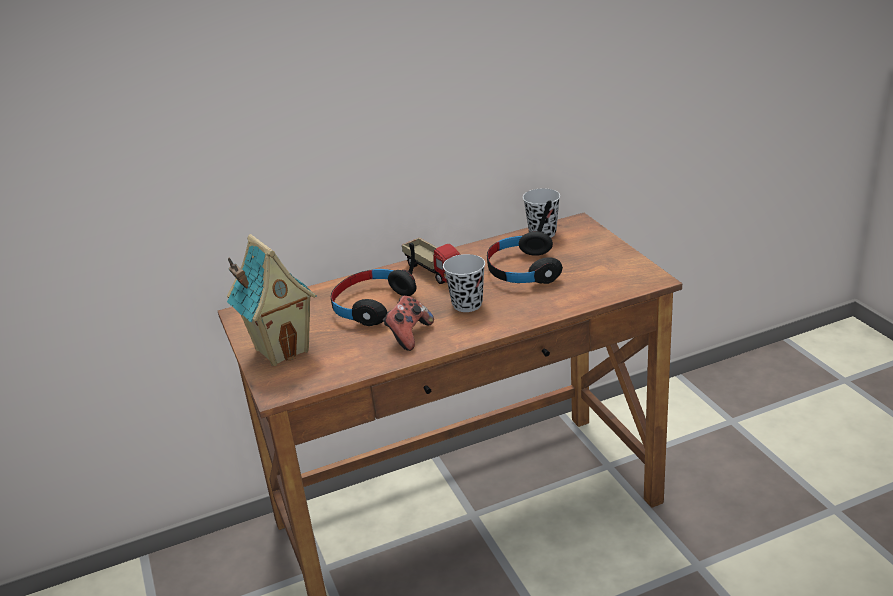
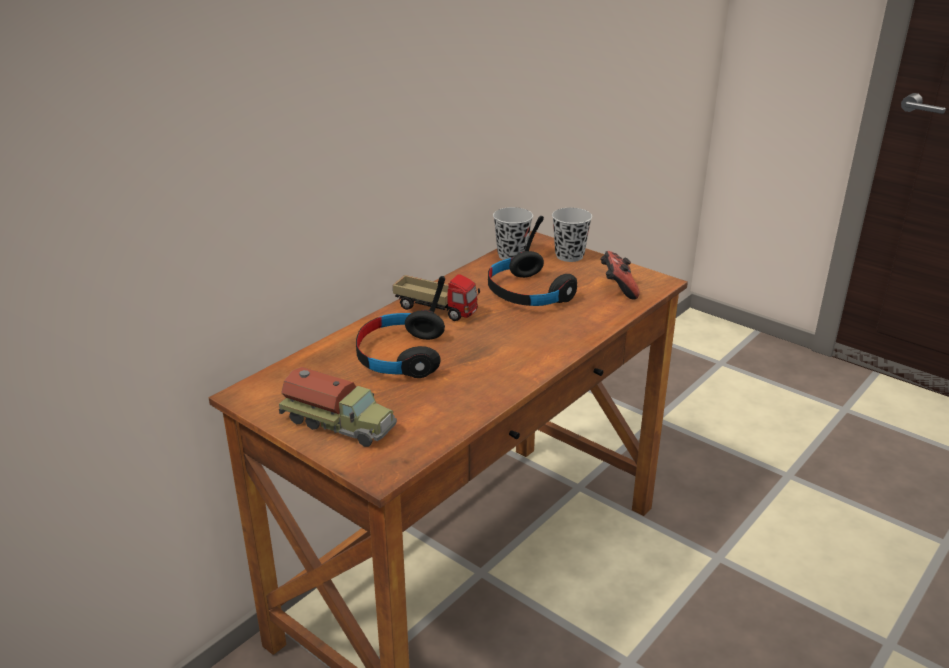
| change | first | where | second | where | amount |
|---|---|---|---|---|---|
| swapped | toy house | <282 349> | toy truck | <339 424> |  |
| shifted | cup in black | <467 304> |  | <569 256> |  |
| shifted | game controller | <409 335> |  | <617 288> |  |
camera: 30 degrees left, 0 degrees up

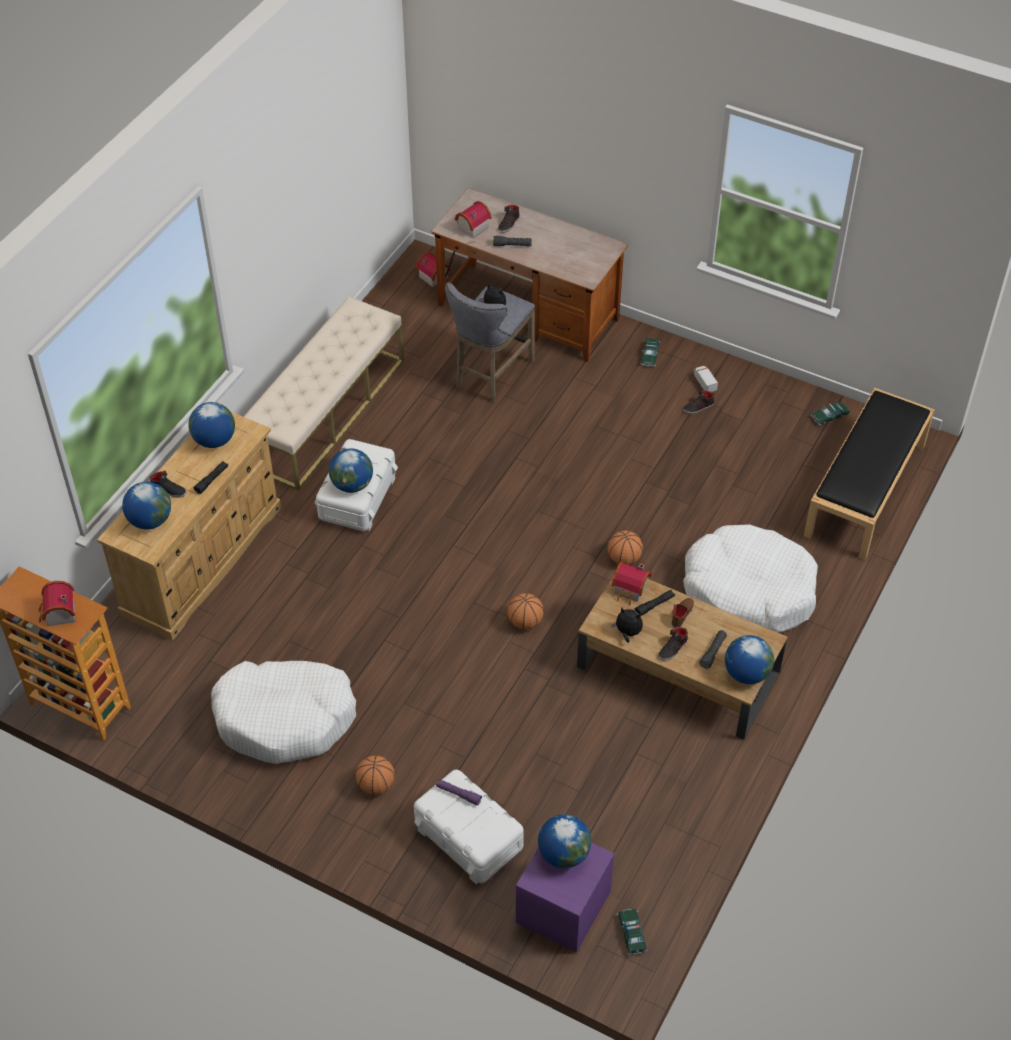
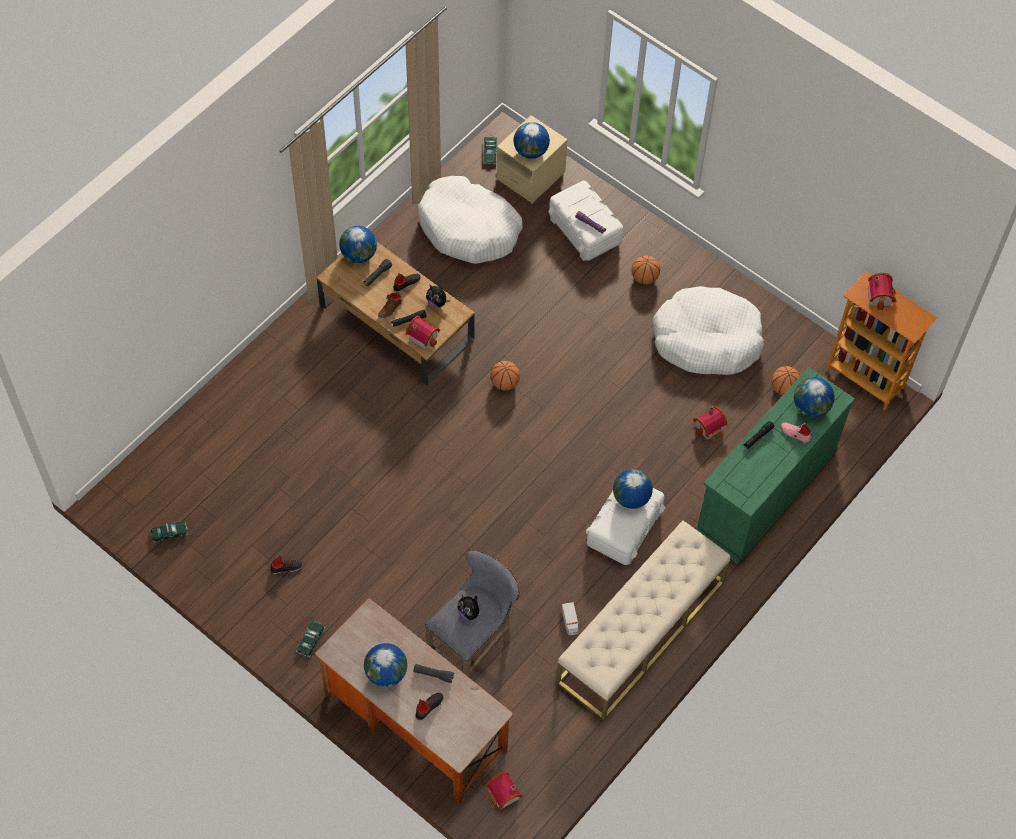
| change | first | where | second | where | amount |
|---|---|---|---|---|---|
| shifted | globe | <214 440> |  | <386 673> |  |
| shifted | dog bed in white | <748 590> |  | <469 228> |  |
| repainted | nightstand in purple | <563 907> | nightstand in beige | <531 176> |  |
| shifted | toy truck | <704 383> |  | <570 622> |  |
| shifted | toy house | <471 227> |  | <710 429> |  |
| repainted | dresser in beige | <203 559> | dresser in green | <765 491> |  |
| shifted | basketball | <624 559> |  | <784 388> |  |
| repainted | shoe in black | <169 490> | shoe in pink | <795 434> |  |
| gone | bench in black | <865 491> |  |  |  |
camera: 170 degrees left, 10 degrees up

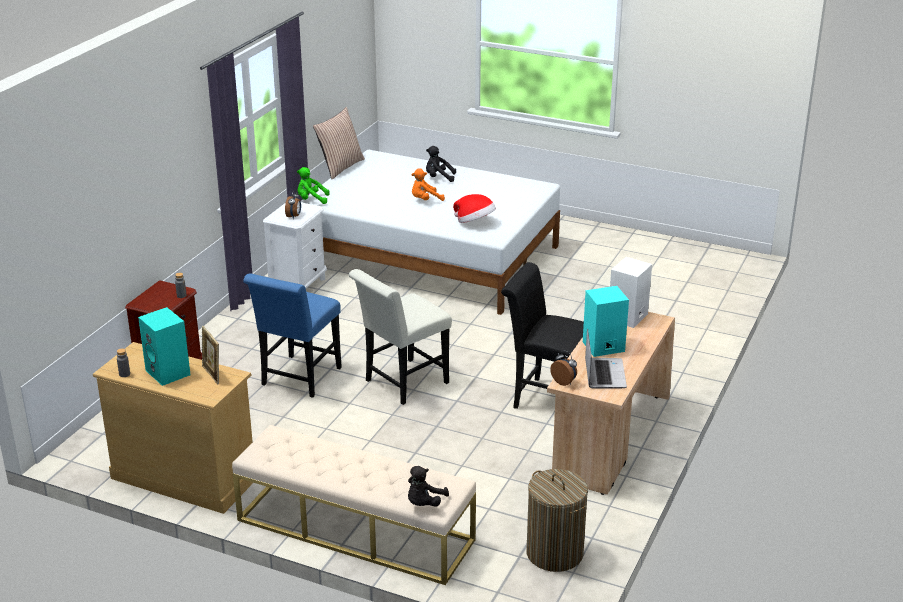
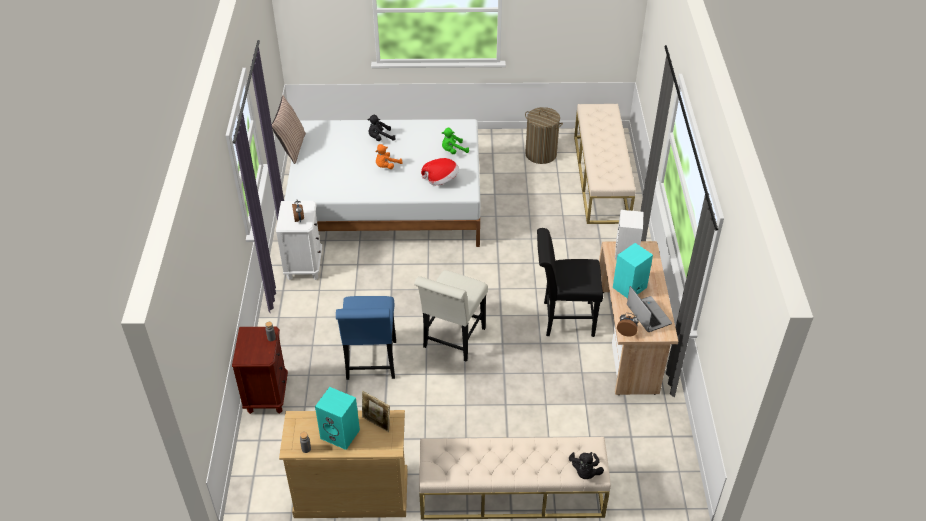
| change | first | where | second | where | amount |
|---|---|---|---|---|---|
| shifted | plush toy in green | <311 200> |  | <453 151> |  |
| shifted | laundry basket | <554 553> |  | <541 154> |  |
| new |  |  | bench in beige | <601 178> |  |
camera: 25 degrees left, 15 degrees up

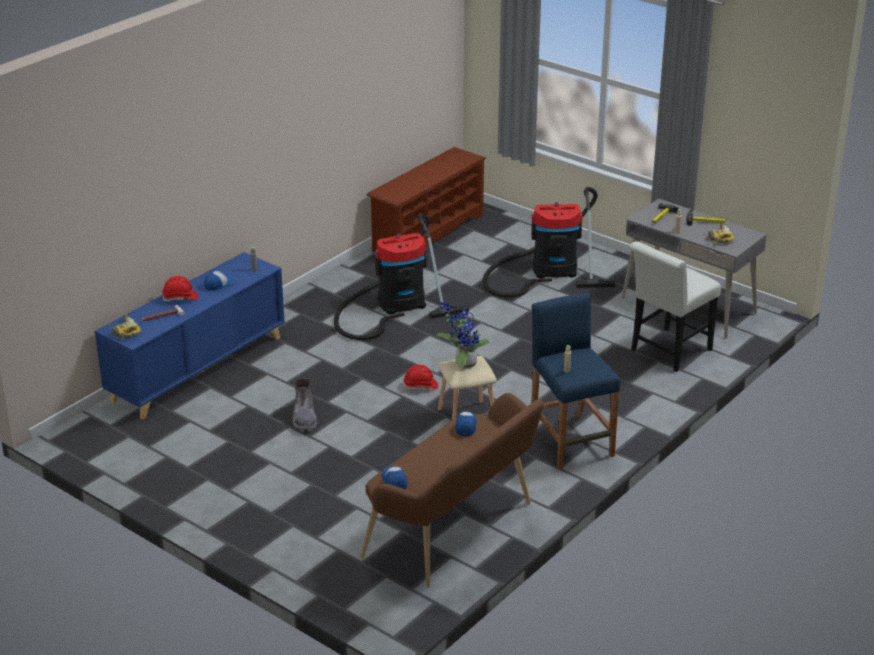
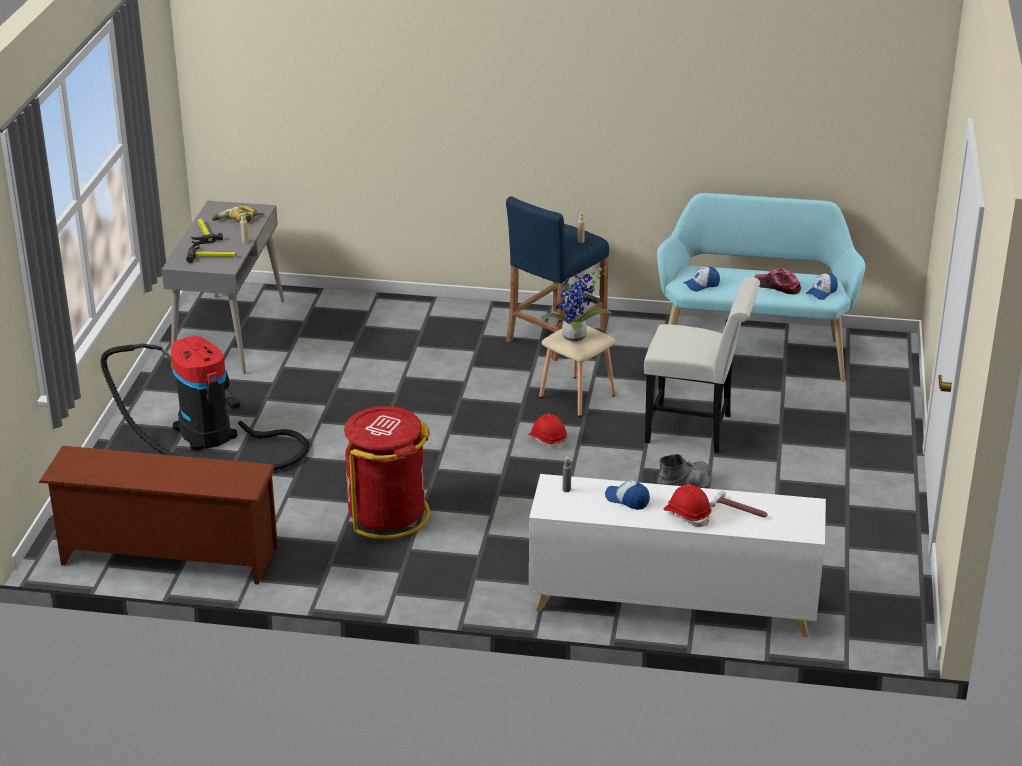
| change | first | where | second | where | amount |
|---|---|---|---|---|---|
| swapped | vacuum cleaner | <396 305> | trash can in red | <388 514> |  |
| repainted | cabinet in blue | <198 368> | cabinet in white | <672 603> |  |
| shifted | chair in white | <667 352> |  | <696 430> |  |
| repainted | bench in brown | <456 532> | bench in turquoise | <753 350> |  |
| new |  |  | cap | <777 286> |  |
| gone | power drill | <123 331> |  |  |  |
camera: 120 degrees left, 0 degrees up

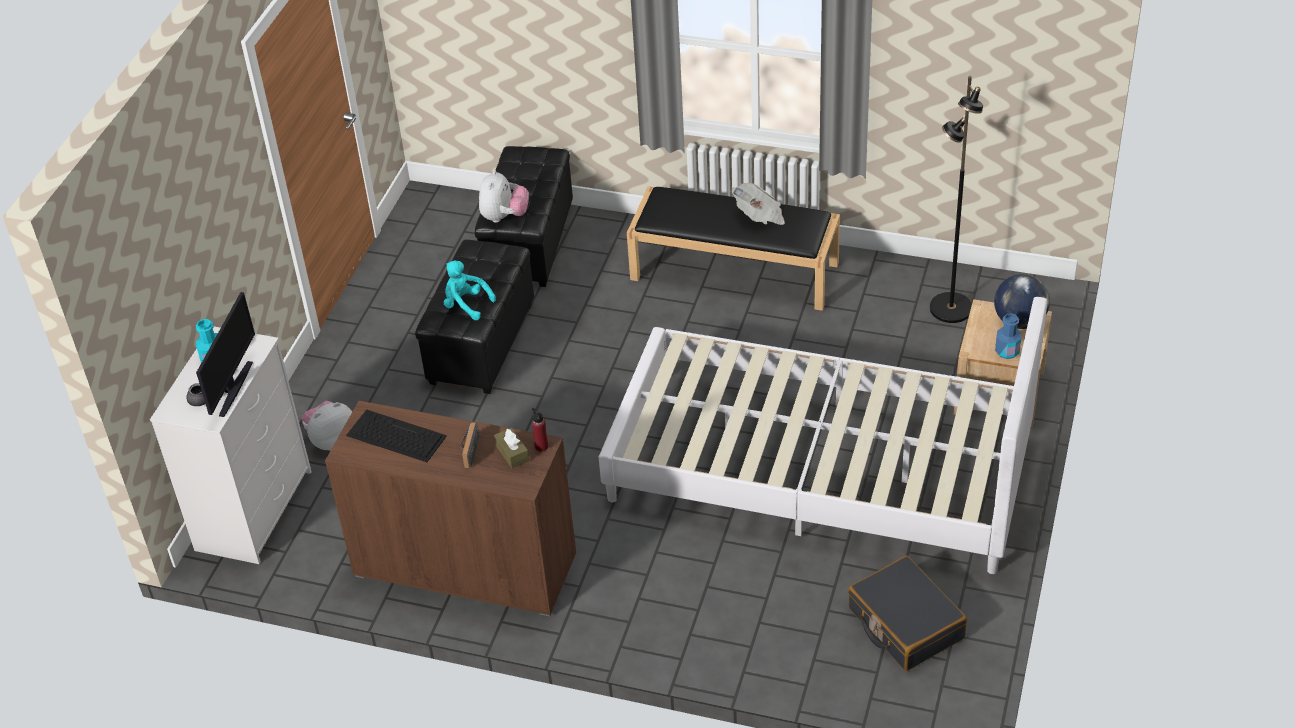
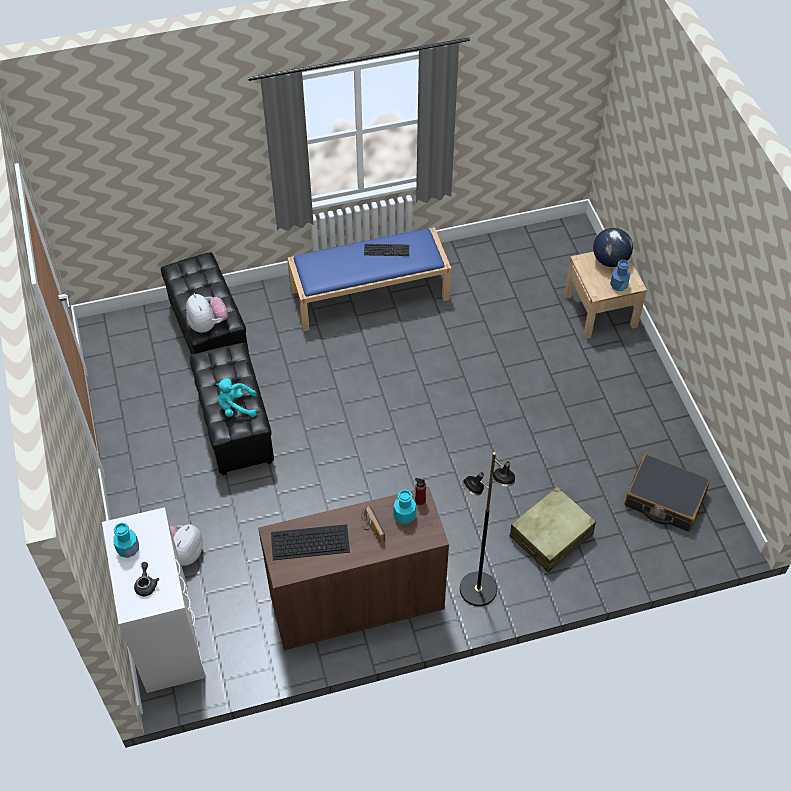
| change | first | where | second | where | amount |
|---|---|---|---|---|---|
| repainted | bench in black | <736 270> | bench in blue | <370 294> |  |
| swapped | newspaper | <759 216> | keyboard | <386 250> |  |
| swapped | tissue box in brown | <512 453> | bottle in turquoise | <404 515> |  |
| shifted | floor lamp in black | <950 309> |  | <477 590> |  |
| new |  |  | suitcase in beige | <551 535> |  |
| gone | monitor | <233 388> |  |  |  |
| gone | bed in white | <819 471> |  |  |  |
camera: 35 degrees left, 10 degrees up

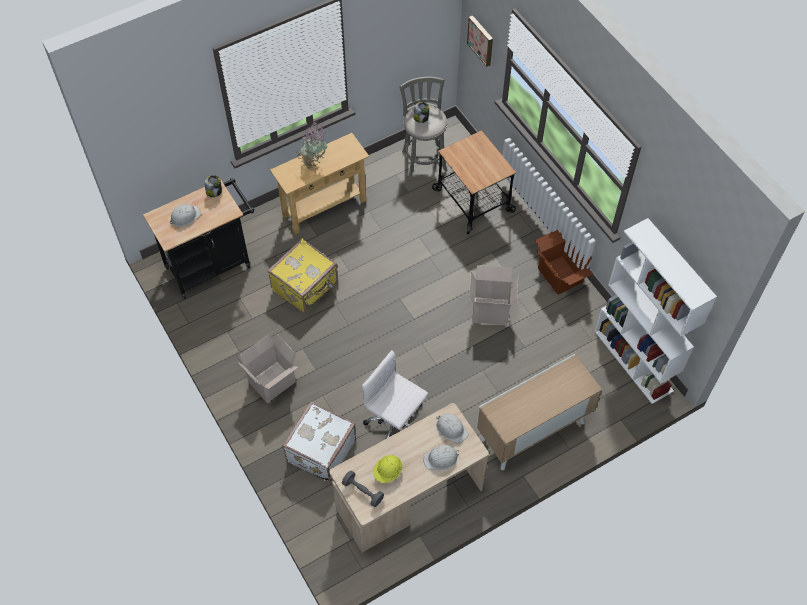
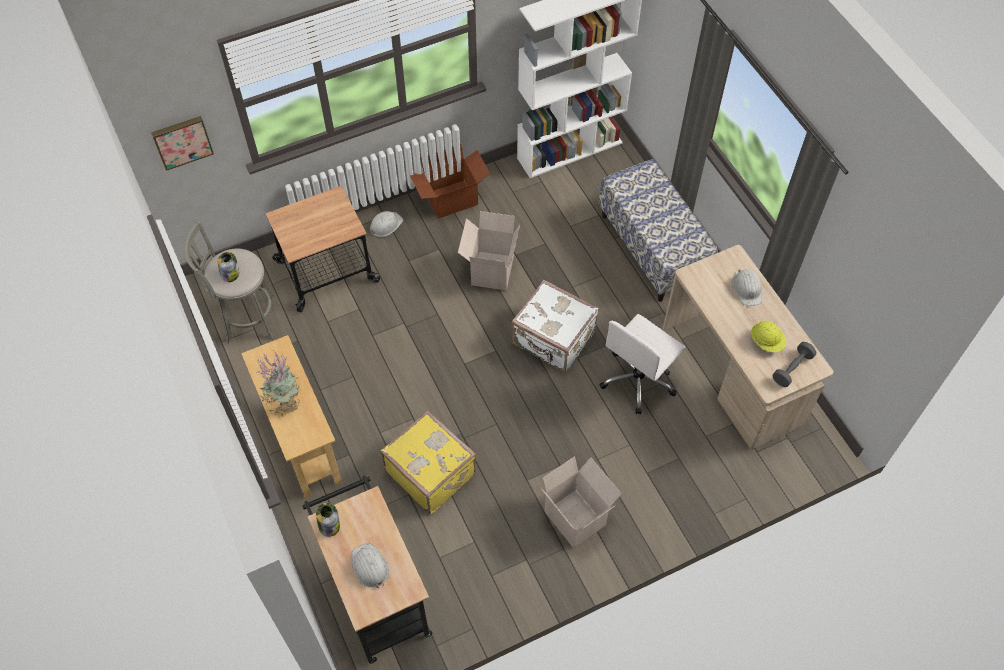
| change | first | where | second | where | amount |
|---|---|---|---|---|---|
| shifted | hard hat in white | <451 428> |  | <385 225> |  |
| shifted | suitcase in white | <320 450> |  | <553 340> |  |
| swapped | cabinet | <533 431> | bench | <652 248> |  |
camera: 85 degrees left, 0 degrees up

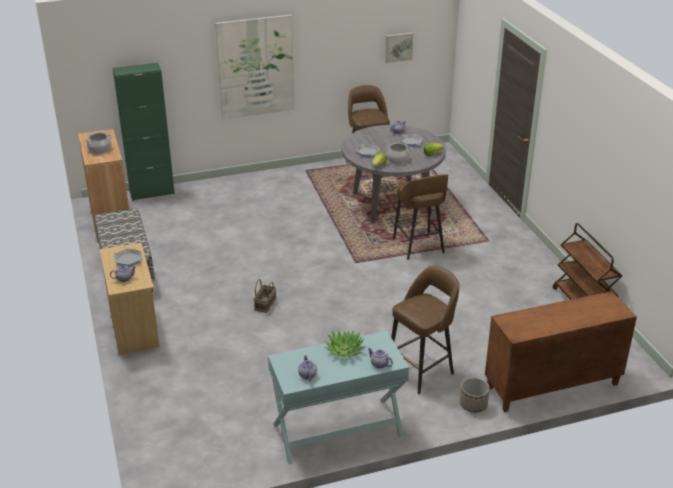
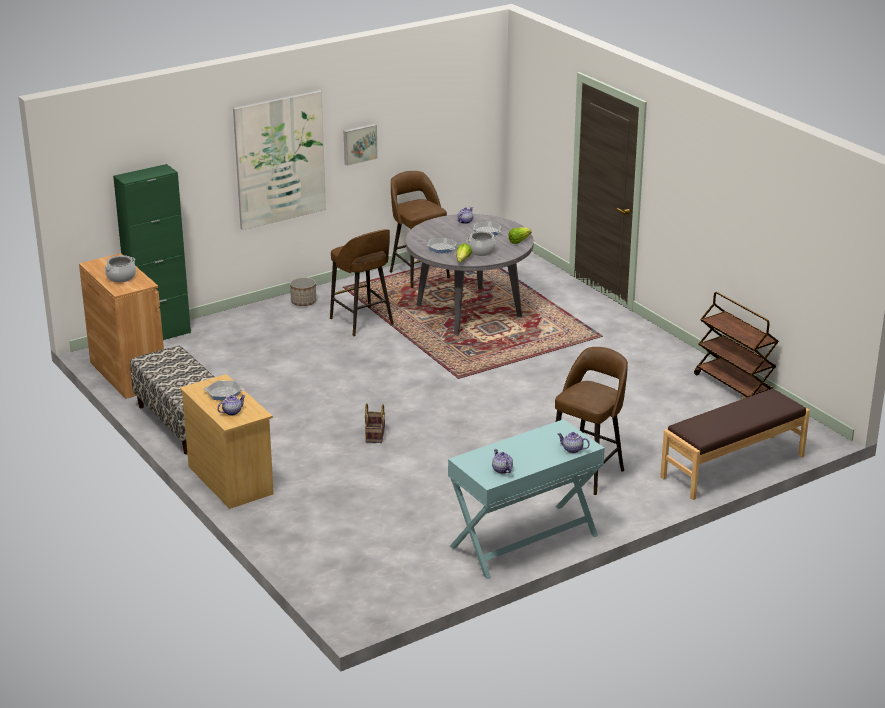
| change | first | where | second | where | amount |
|---|---|---|---|---|---|
| shifted | planter | <473 404> |  | <303 302> |  |
| shifted | stool in brown | <419 247> |  | <362 322> |  |
| shifted | picture | <398 47> |  | <359 144> |  |
| swapped | cabinet in brown | <552 386> | bench in brown | <733 467> |  |
| gone | potted plant | <345 350> |  |  |  |
camera: 15 degrees left, 5 degrees down

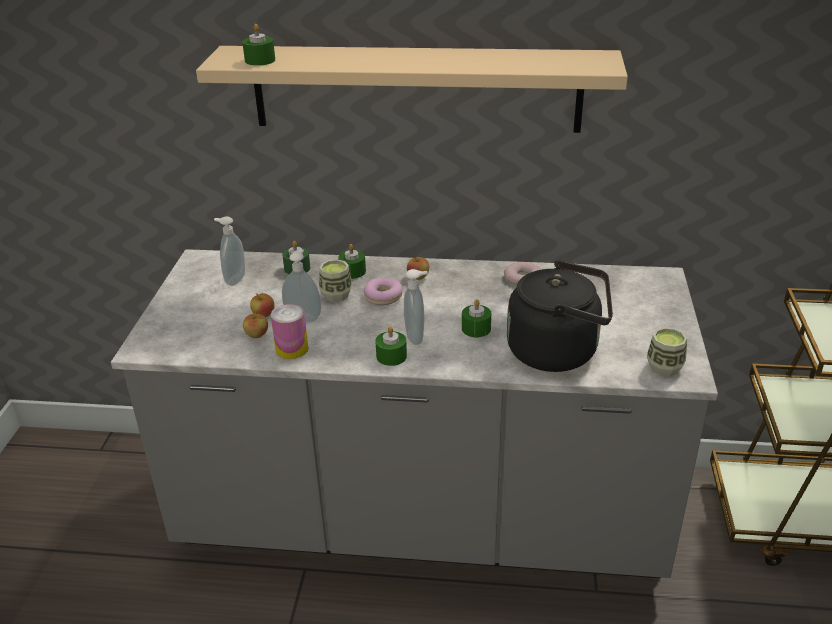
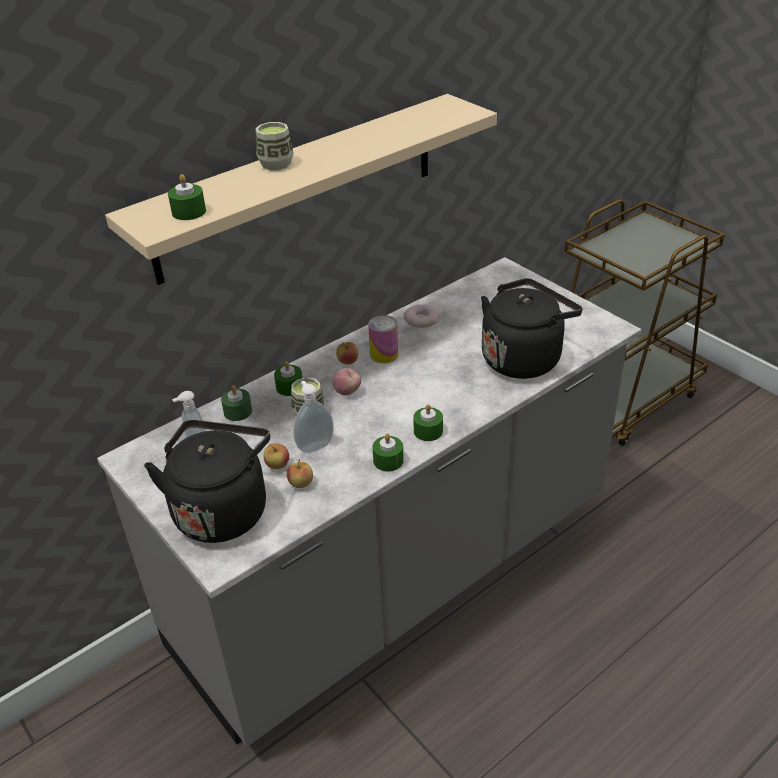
| change | first | where | second | where | amount |
|---|---|---|---|---|---|
| new |  |  | kettle in black | <222 509> |  |
| shifted | cup | <664 367> |  | <276 164> |  |
| swapped | donut | <383 297> | apple | <348 392> |  |
| shifted | can | <292 349> |  | <384 354> |  |
| shifted | candle in green | <476 328> |  | <388 460> |  |
| gone | soap dispenser | <416 337> |  |  |  |
camera: 45 degrees left, 5 degrees up

